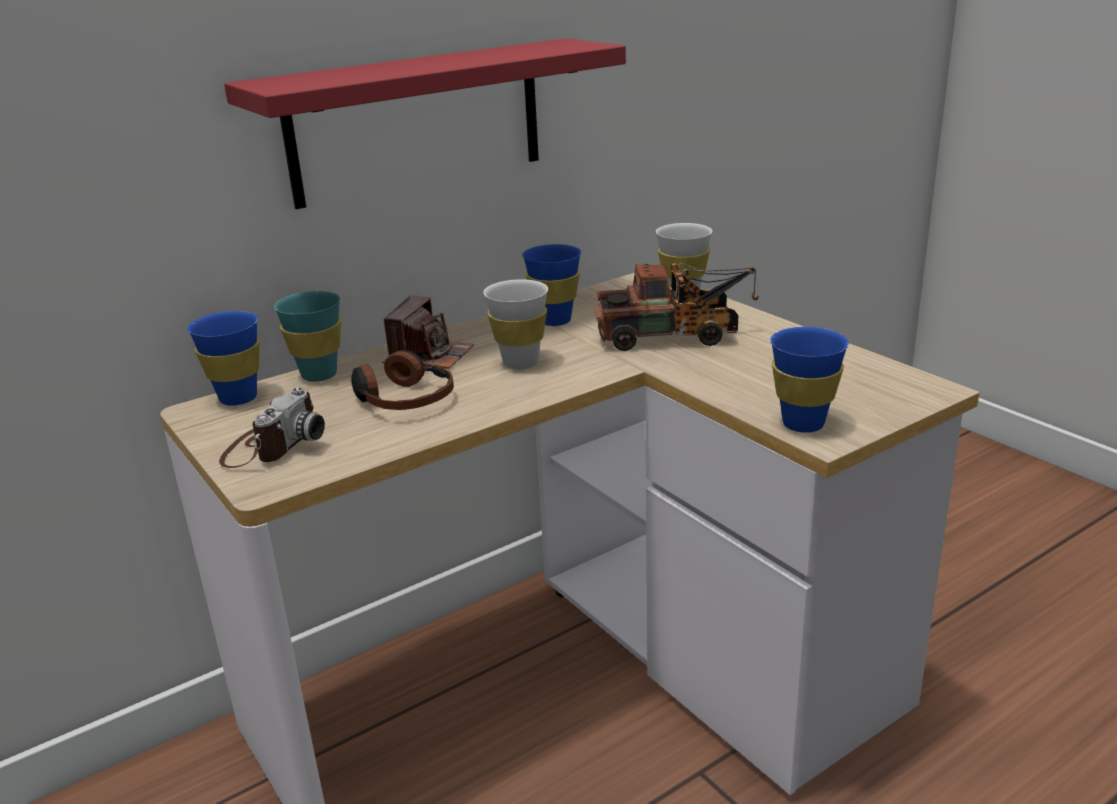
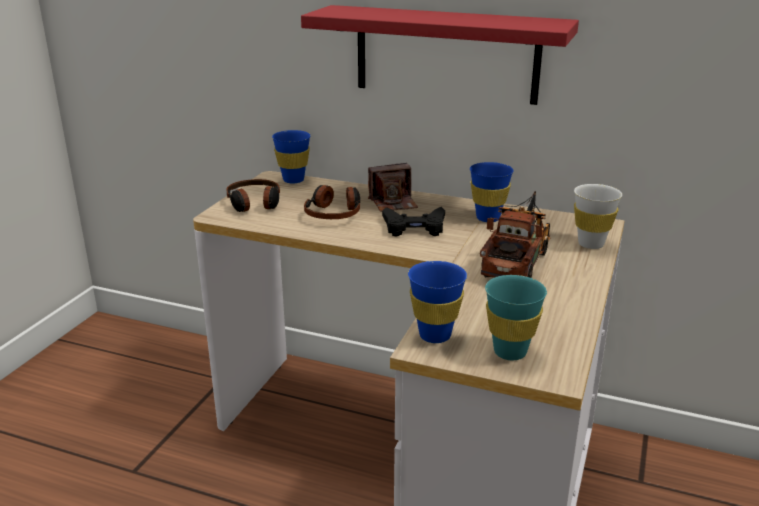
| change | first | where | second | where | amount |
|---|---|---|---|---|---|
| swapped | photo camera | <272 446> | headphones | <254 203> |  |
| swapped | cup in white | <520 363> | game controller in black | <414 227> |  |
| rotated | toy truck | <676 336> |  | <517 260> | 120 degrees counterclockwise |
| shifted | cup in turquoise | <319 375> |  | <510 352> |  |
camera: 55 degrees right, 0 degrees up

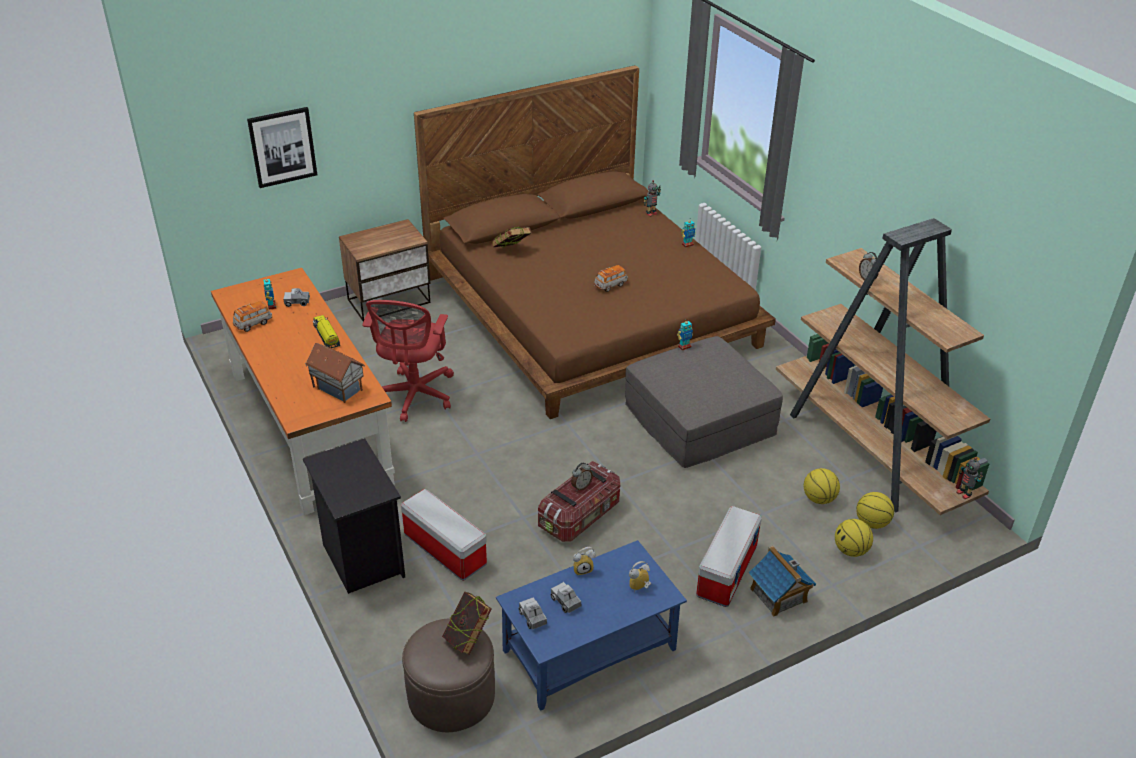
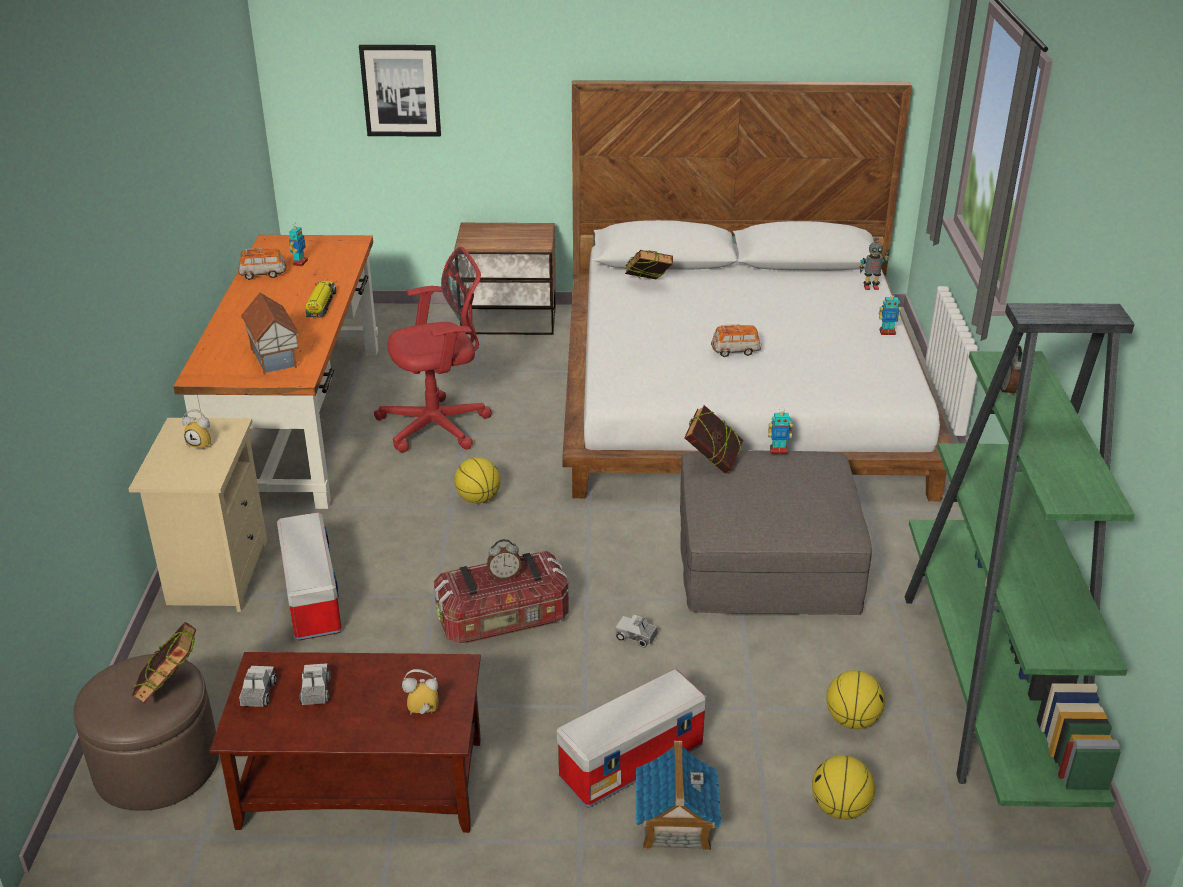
| change | first | where | second | where | amount |
|---|---|---|---|---|---|
| repainted | nightstand in black | <361 558> | nightstand in beige | <216 573> |  |
| shifted | alarm clock | <583 569> |  | <202 444> |  |
| repainted | coffee table in blue | <590 649> | coffee table in brown | <364 783> |  |
| rotated | office chair in red | <414 397> |  | <439 425> | 150 degrees counterclockwise |
| shifted | basketball | <871 523> |  | <478 498> |  |
| repainted | bed in brown | <591 311> | bed in white | <740 394> |  |
| shifted | toy truck | <297 302> |  | <636 637> |  |
| new |  |  | book | <712 462> |  |
| repainted | bookcase in brown | <870 452> | bookcase in green | <989 687> |  |
| gone | toy robot | <964 494> |  |  |  |
camera: 30 degrees right, 5 degrees down

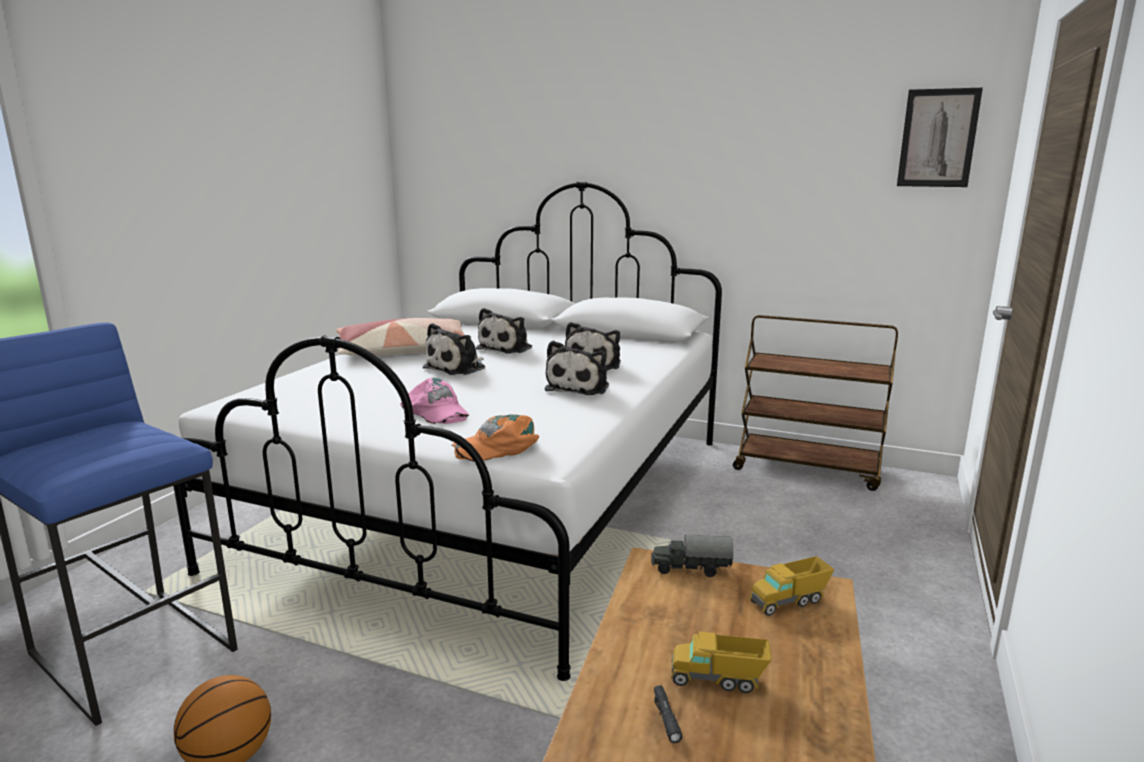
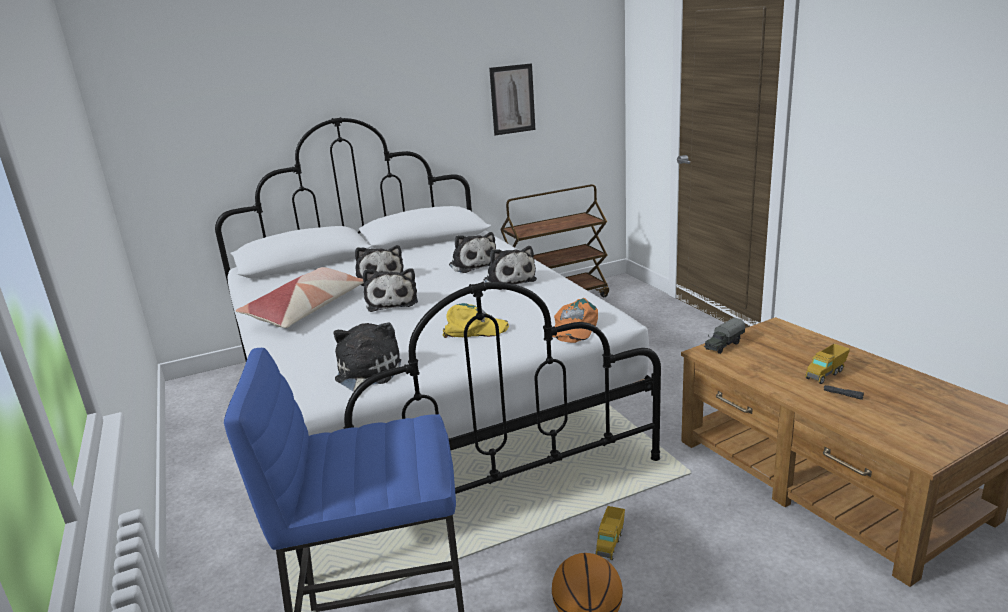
| change | first | where | second | where | amount |
|---|---|---|---|---|---|
| new |  |  | plush toy | <366 374> |  |
| repainted | cap in pink | <436 411> | cap in yellow | <474 329> |  |
| shifted | picture | <938 138> |  | <512 99> |  |
| shifted | toy truck | <789 601> |  | <610 543> |  |
camera: 45 degrees left, 5 degrees up

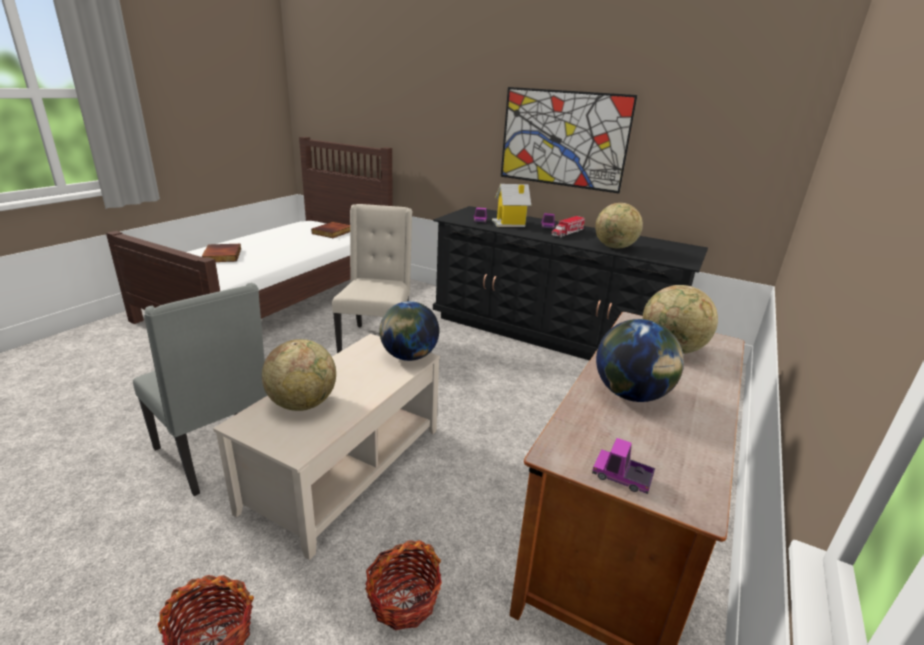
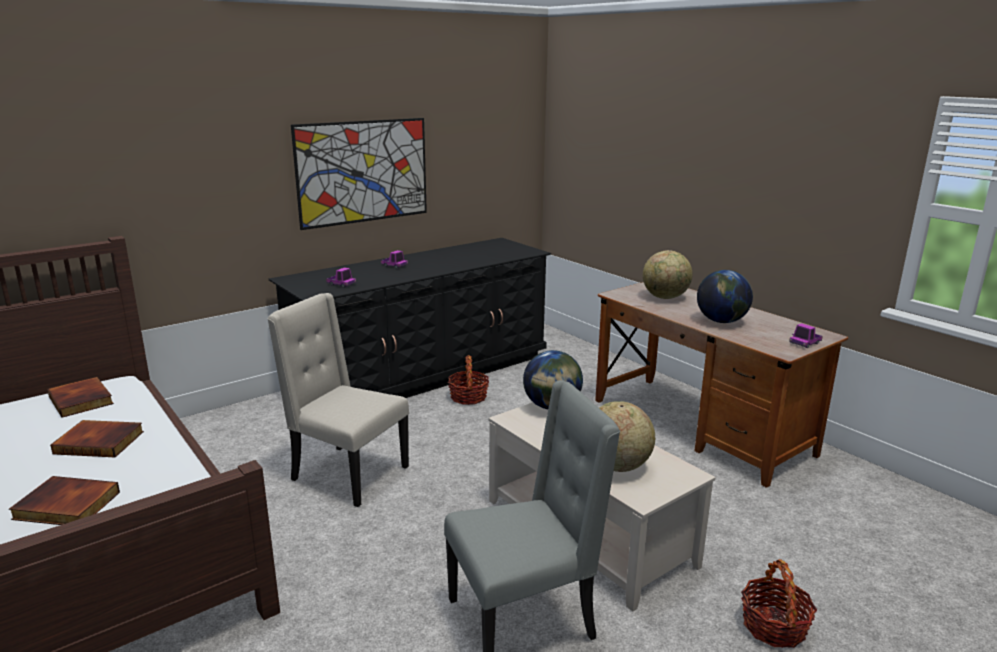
| change | first | where | second | where | amount |
|---|---|---|---|---|---|
| new |  |  | book | <100 442> |  |
| shifted | basket | <403 600> |  | <468 397> |  |
| gone | toy house | <510 223> |  |  |  |
| gone | toy truck | <567 233> |  |  |  |
| gone | globe | <614 247> |  |  |  |
camera: 65 degrees left, 5 degrees down

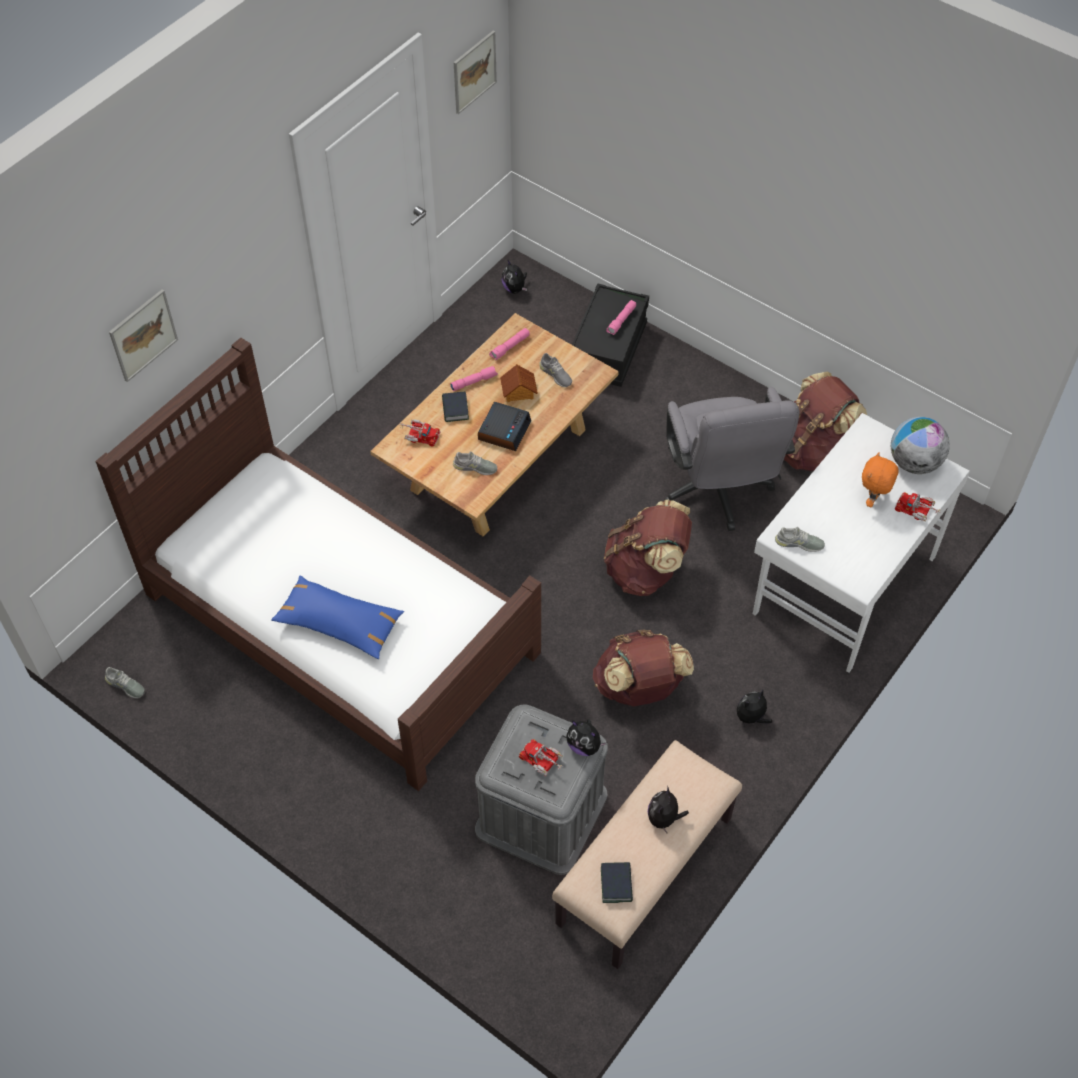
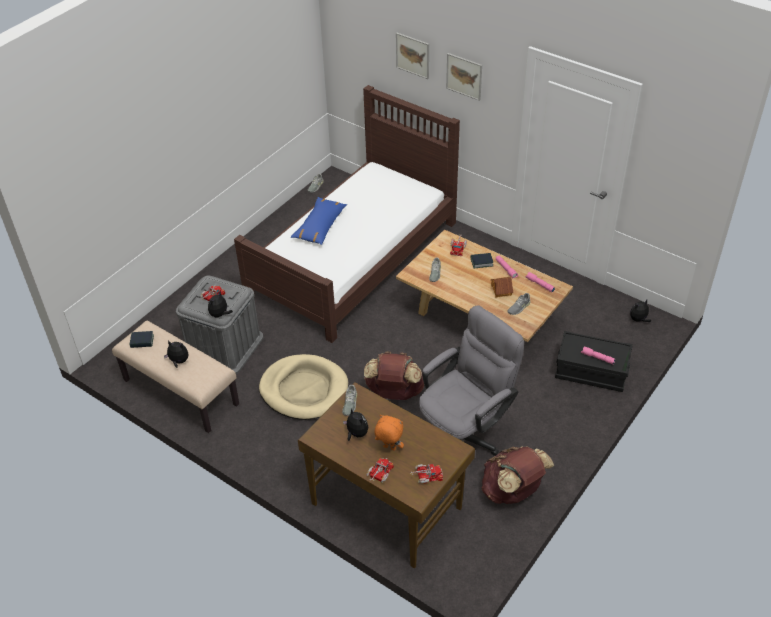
| change | first | where | second | where | amount |
|---|---|---|---|---|---|
| swapped | backpack in brown | <639 688> | dog bed in beige | <304 389> |  |
| repainted | desk in white | <842 585> | desk in brown | <386 504> |  |
| shifted | plush toy | <751 718> |  | <356 434> |  |
| swapped | globe | <914 463> | toy truck | <426 476> |  |
| rotated | office chair in grey | <718 492> |  | <465 433> | 150 degrees clockwise |
| shifted | picture | <474 72> |  | <464 76> |  |
| gone | alarm clock | <504 430> |  |  |  |
camera: 90 degrees right, 10 degrees down

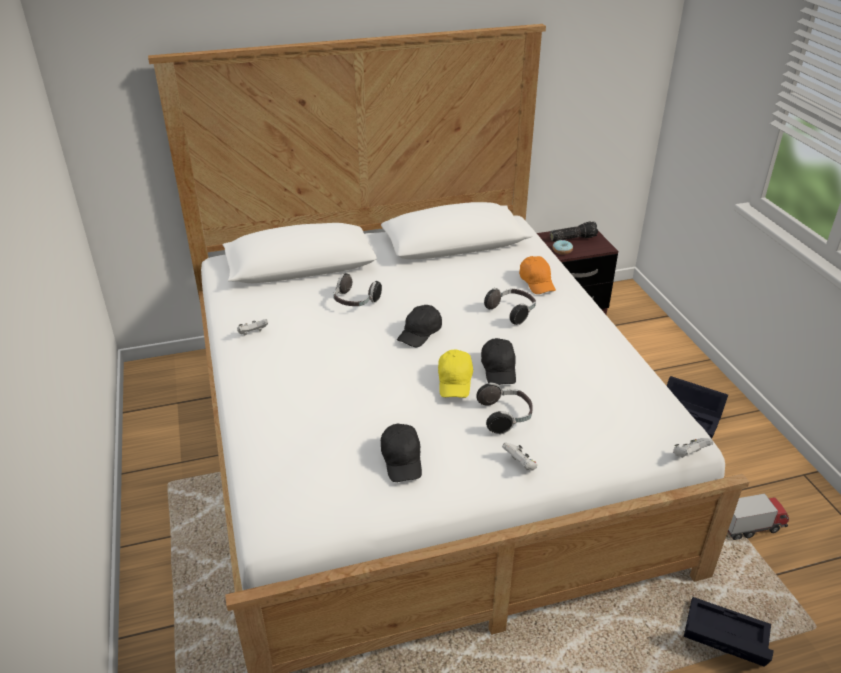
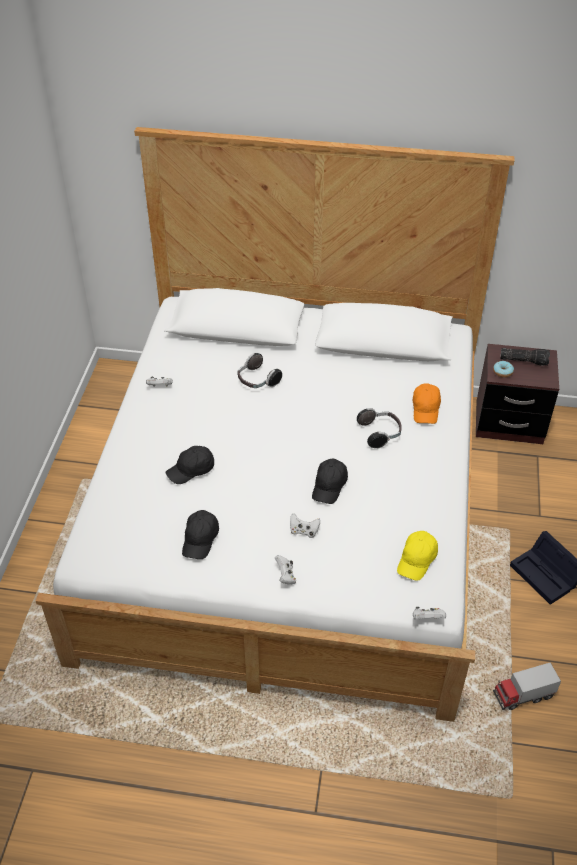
| change | first | where | second | where | amount |
|---|---|---|---|---|---|
| shifted | cap in black | <420 333> |  | <191 470> |  |
| swapped | headphones | <505 417> | game controller in white | <304 531> |  |
| shifted | cap in yellow | <455 381> |  | <417 560> |  |
| rotated | toy truck | <751 527> |  | <523 695> | 150 degrees clockwise |
| gone | storage box in black | <722 639> |  |  |  |
camera: 25 degrees right, 10 degrees up

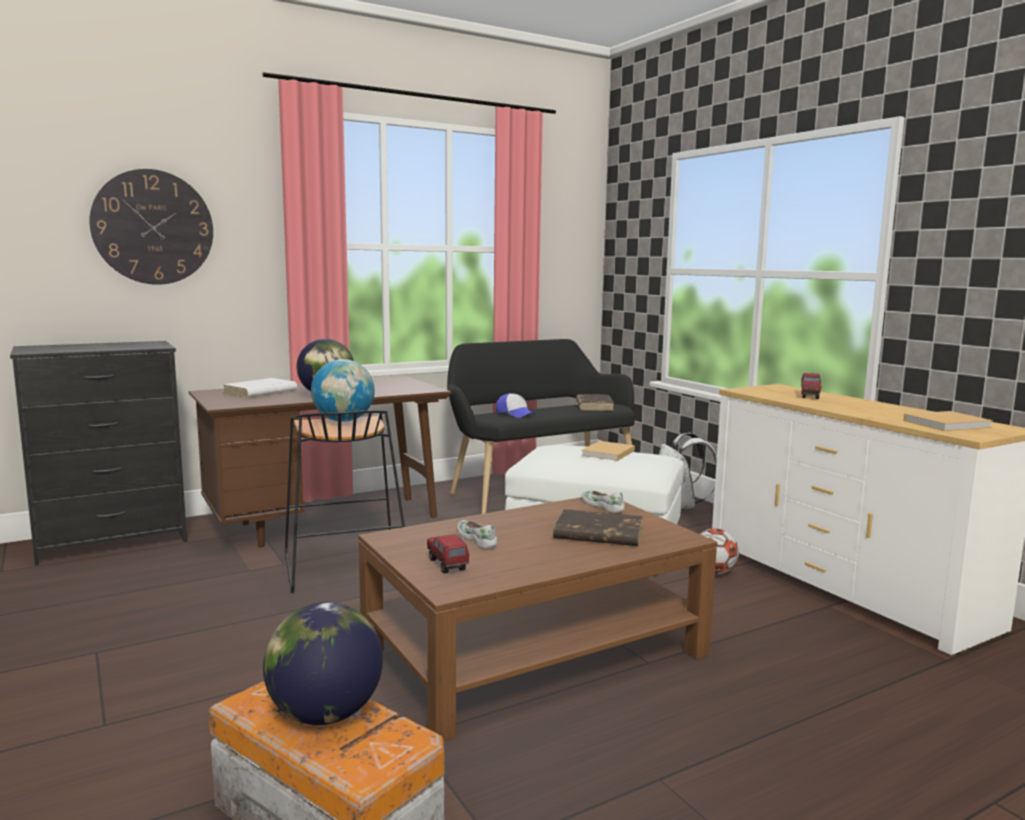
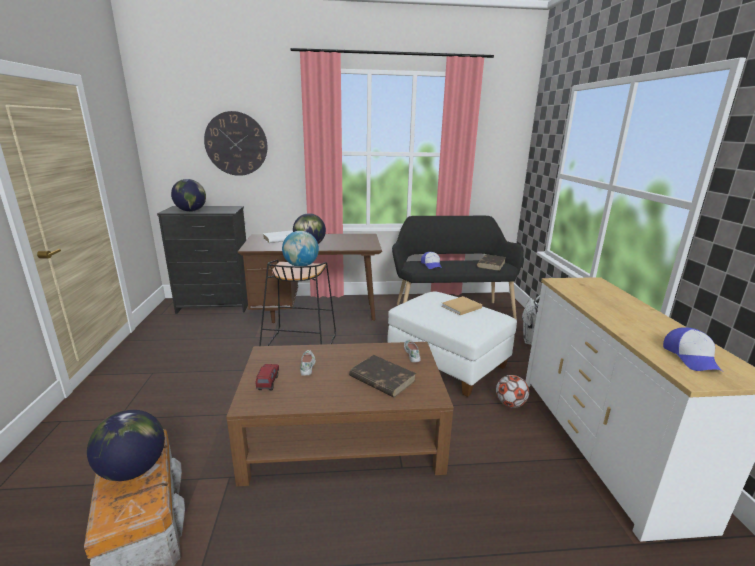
| change | first | where | second | where | amount |
|---|---|---|---|---|---|
| new |  |  | globe | <191 211> |  |
| swapped | book in beige | <948 424> | cap | <691 357> |  |
| gone | toy truck | <810 396> |  |  |  |
camera: 25 degrees right, 10 degrees up

